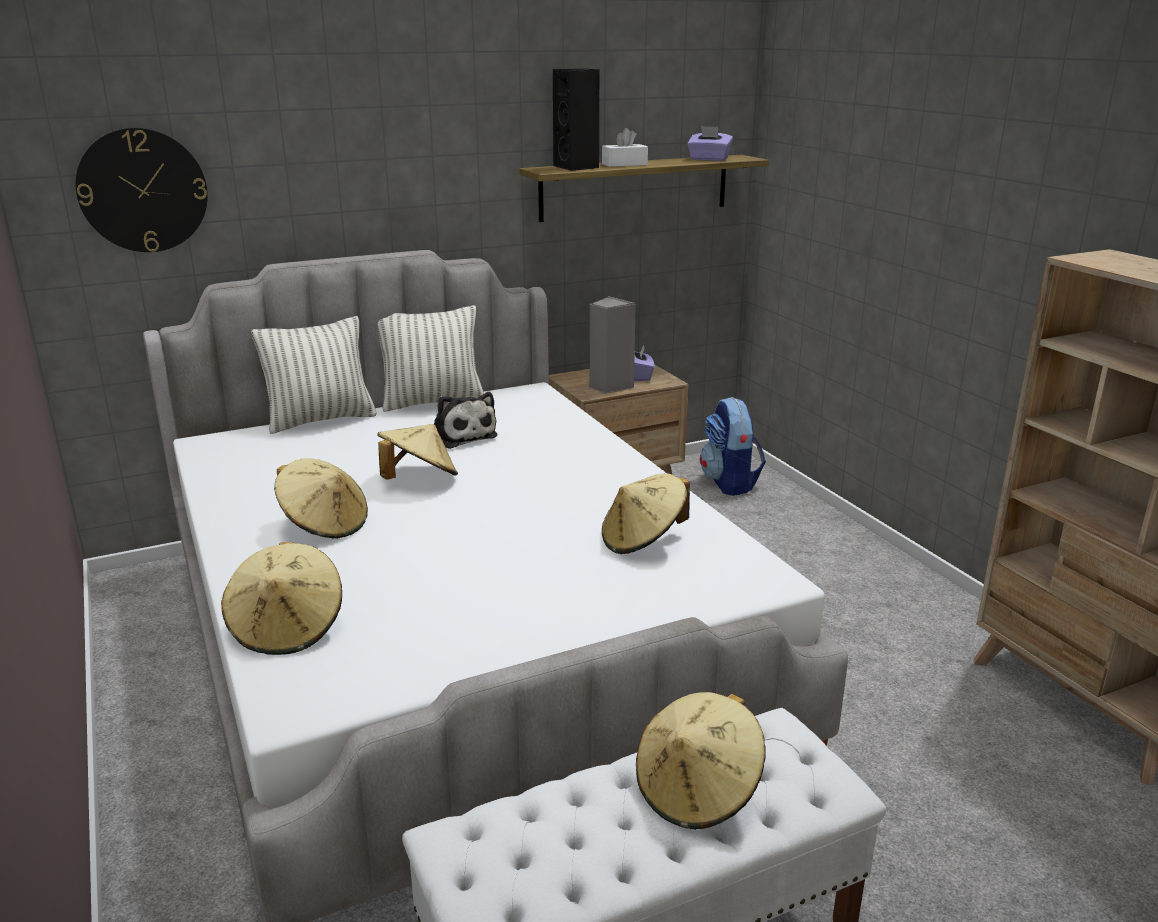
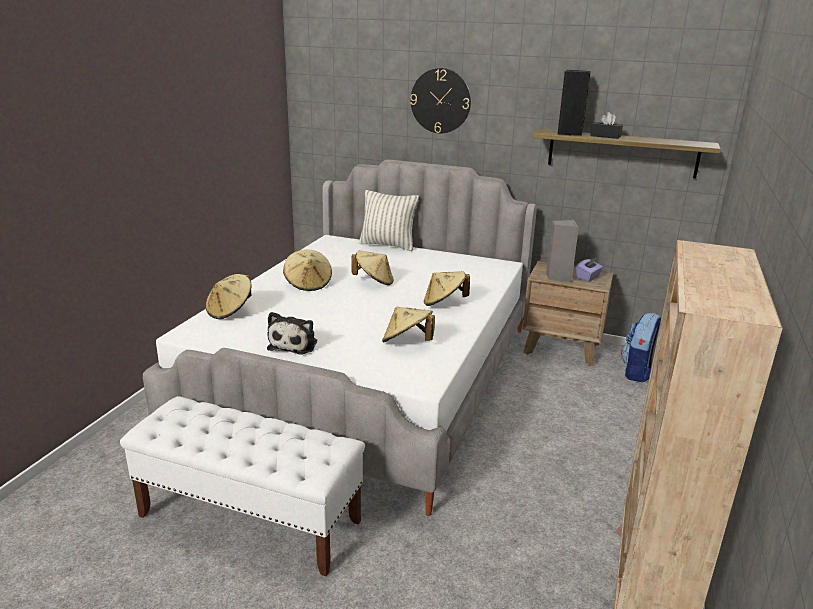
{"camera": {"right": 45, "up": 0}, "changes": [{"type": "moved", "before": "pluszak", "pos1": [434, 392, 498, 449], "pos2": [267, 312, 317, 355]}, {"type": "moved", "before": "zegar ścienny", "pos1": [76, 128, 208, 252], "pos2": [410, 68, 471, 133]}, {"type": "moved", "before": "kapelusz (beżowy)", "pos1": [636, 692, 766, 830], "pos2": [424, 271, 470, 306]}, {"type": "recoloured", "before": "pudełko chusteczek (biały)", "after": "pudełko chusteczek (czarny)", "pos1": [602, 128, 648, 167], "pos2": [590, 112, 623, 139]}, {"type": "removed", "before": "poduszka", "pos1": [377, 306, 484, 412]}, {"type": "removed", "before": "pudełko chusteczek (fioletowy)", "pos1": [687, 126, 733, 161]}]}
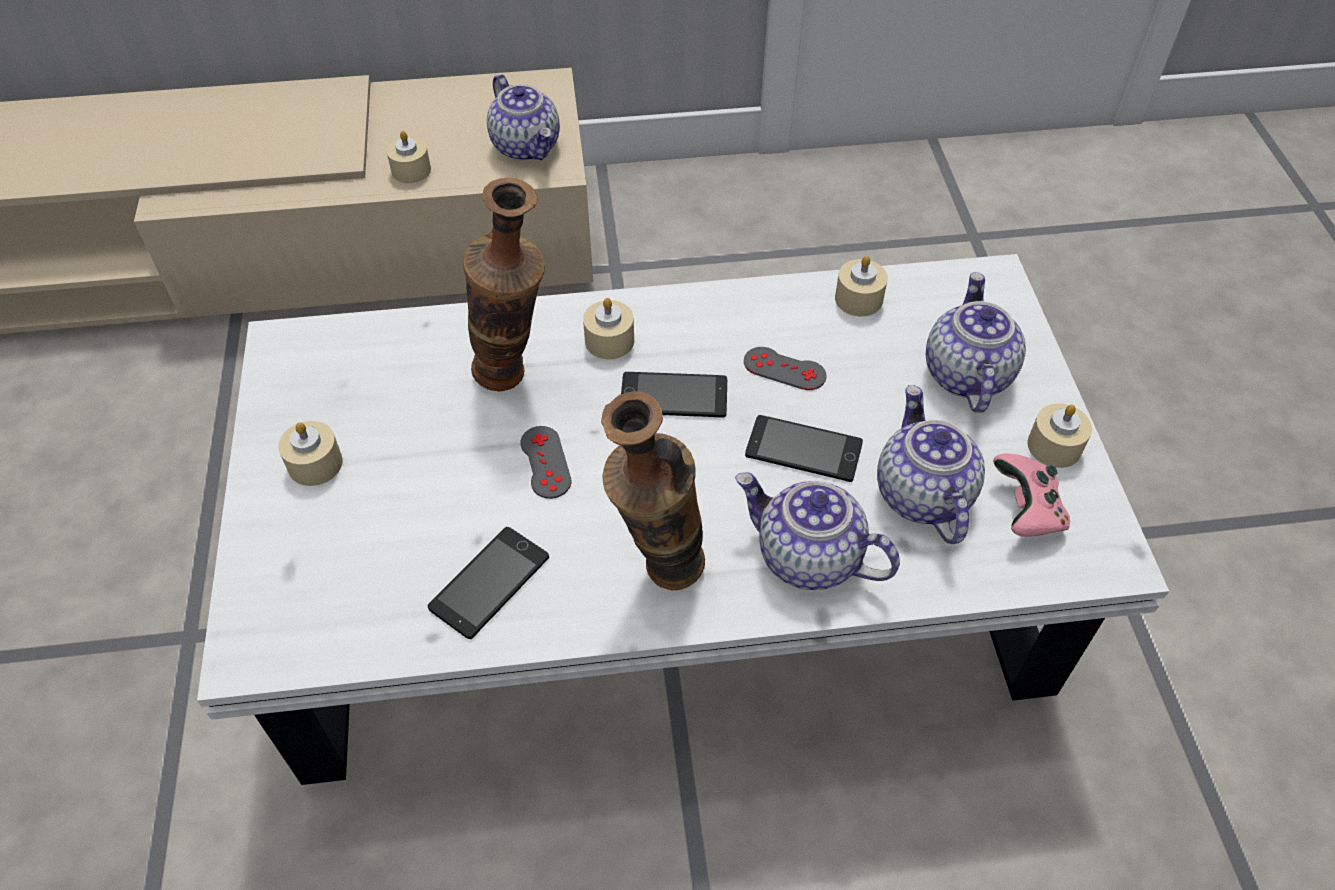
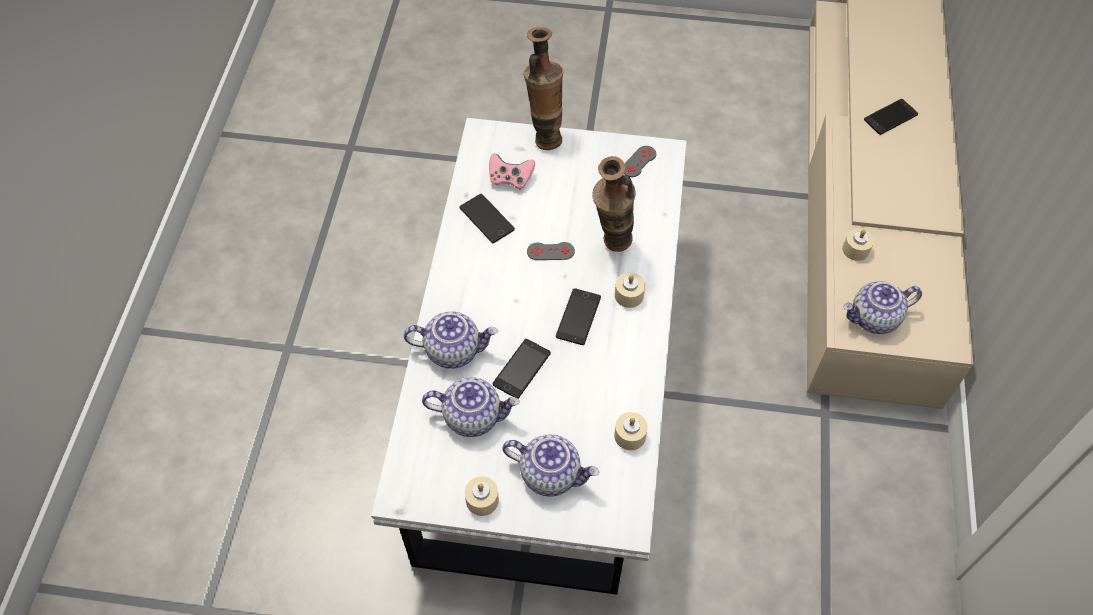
{"camera": {"right": 105, "up": 5}, "changes": [{"type": "turned", "before": "imbryk", "pos1": [735, 472, 900, 590], "pos2": [404, 311, 498, 369], "turn": 45}, {"type": "moved", "before": "pad do gier (różowy)", "pos1": [993, 453, 1070, 537], "pos2": [489, 153, 535, 190]}, {"type": "moved", "before": "wazon", "pos1": [601, 391, 705, 590], "pos2": [524, 27, 563, 150]}, {"type": "moved", "before": "pad do gier (szary)", "pos1": [744, 347, 827, 390], "pos2": [624, 146, 656, 177]}, {"type": "added", "after": "telefon", "pos2": [864, 99, 918, 135]}, {"type": "removed", "before": "świeca (beżowy)", "pos1": [278, 421, 343, 486]}]}
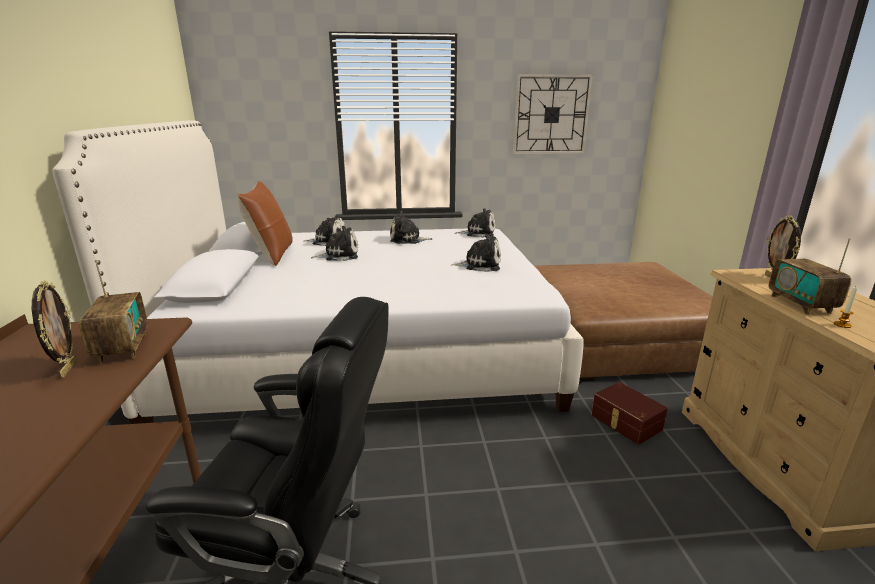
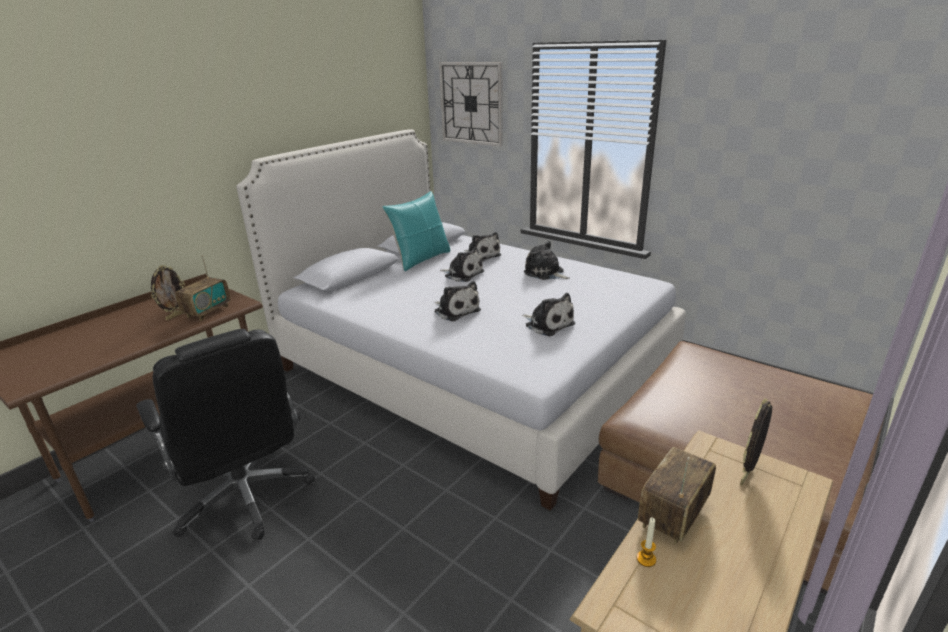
{"camera": {"right": 45, "up": 5}, "changes": [{"type": "recoloured", "before": "poduszka (brązowy)", "after": "poduszka (turkusowy)", "pos1": [237, 181, 293, 266], "pos2": [382, 191, 450, 271]}, {"type": "moved", "before": "pluszak", "pos1": [455, 208, 495, 238], "pos2": [434, 281, 481, 322]}, {"type": "moved", "before": "zegar ścienny", "pos1": [513, 74, 593, 154], "pos2": [439, 62, 503, 146]}, {"type": "removed", "before": "pojemnik do przechowywania (brązowy)", "pos1": [591, 382, 668, 445]}]}
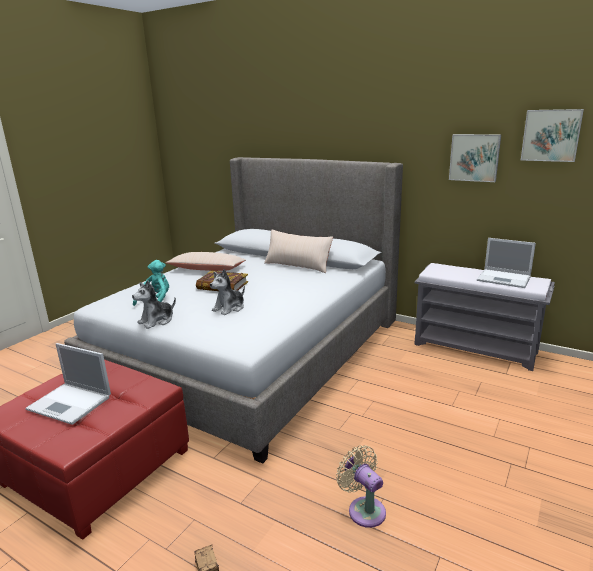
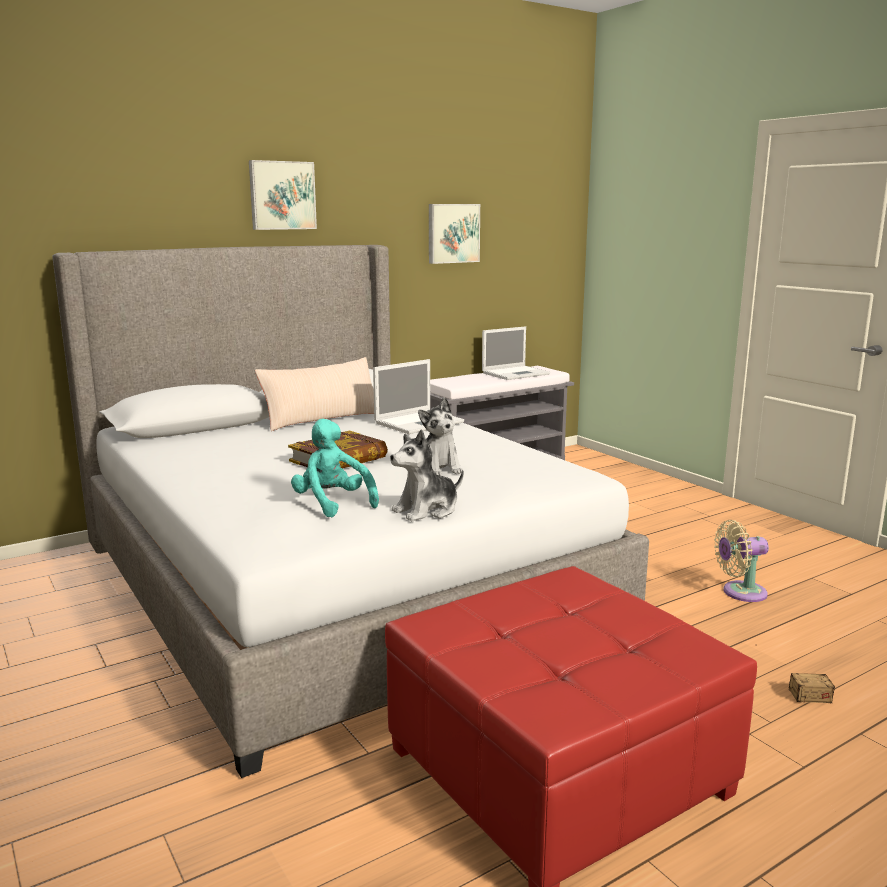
{"camera": {"right": -65, "up": -5}, "changes": [{"type": "moved", "before": "obraz", "pos1": [521, 109, 584, 162], "pos2": [249, 160, 317, 230]}, {"type": "moved", "before": "laptop", "pos1": [25, 343, 111, 425], "pos2": [373, 359, 464, 434]}, {"type": "turned", "before": "pluszak", "pos1": [132, 280, 176, 329], "pos2": [390, 430, 464, 522], "turn": 75}, {"type": "removed", "before": "poduszka (beżowy)", "pos1": [165, 252, 246, 271]}]}
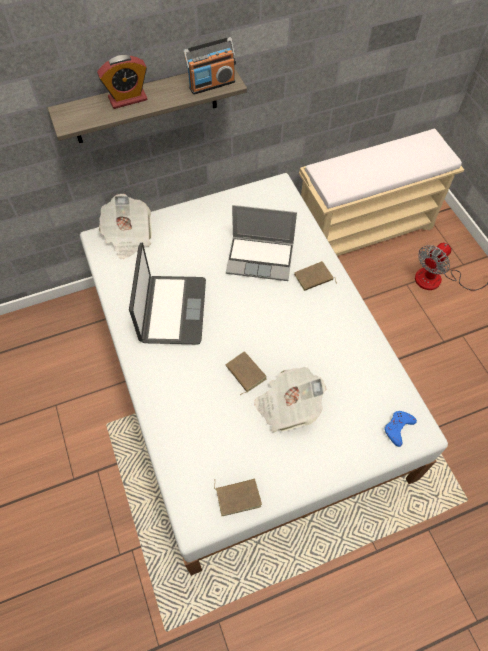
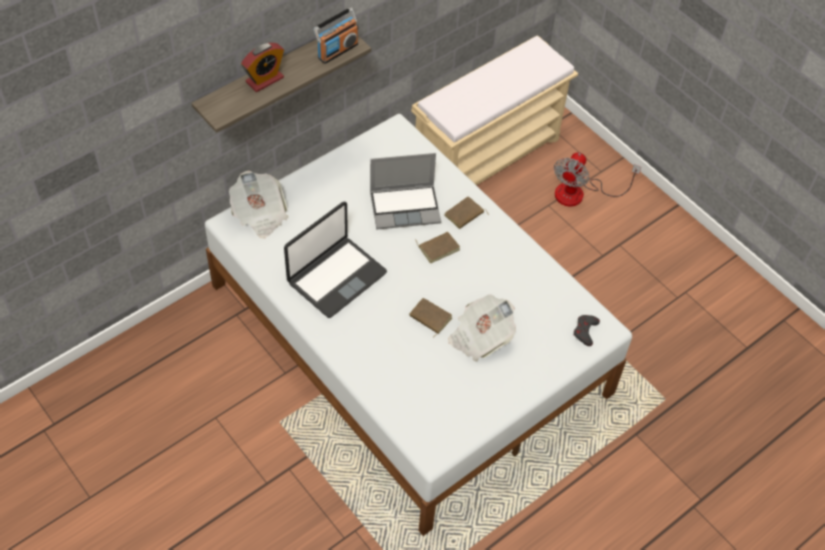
{"camera": {"right": -20, "up": -5}, "changes": [{"type": "turned", "before": "laptop", "pos1": [129, 242, 206, 344], "pos2": [284, 201, 387, 318], "turn": 60}, {"type": "moved", "before": "książka (brązowy)", "pos1": [214, 478, 262, 516], "pos2": [415, 232, 460, 263]}, {"type": "recoloured", "before": "pad do gier (niebieski)", "after": "pad do gier (szary)", "pos1": [384, 411, 417, 447], "pos2": [573, 315, 600, 346]}]}
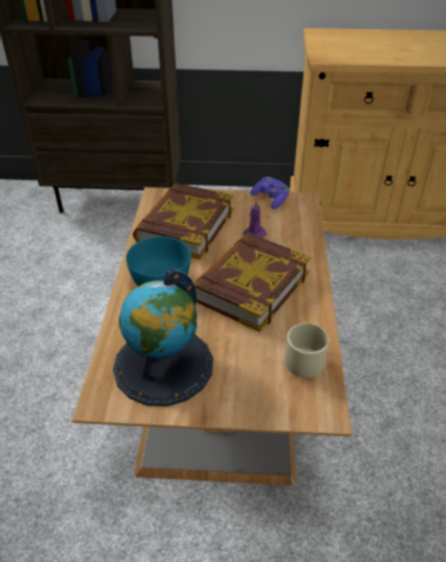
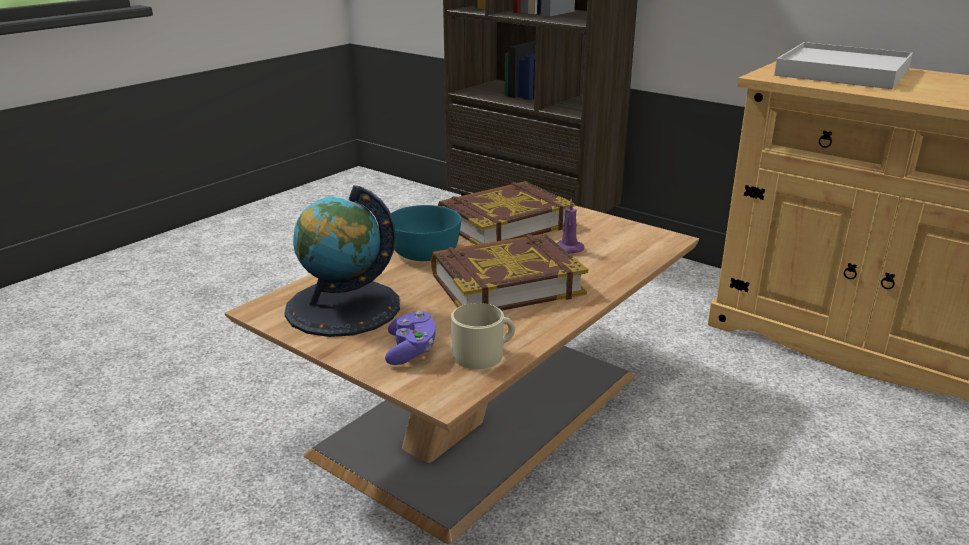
{"camera": {"right": 35, "up": -15}, "changes": [{"type": "moved", "before": "pad do gier (fioletowy)", "pos1": [251, 177, 290, 209], "pos2": [385, 311, 436, 365]}, {"type": "added", "after": "taca (biały)", "pos2": [774, 42, 913, 89]}]}
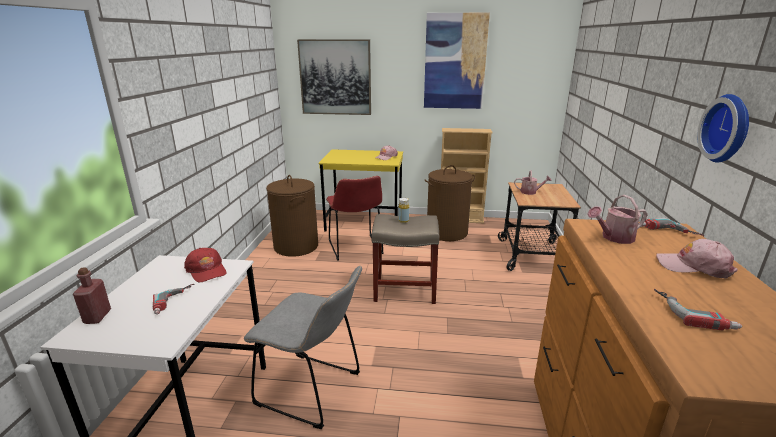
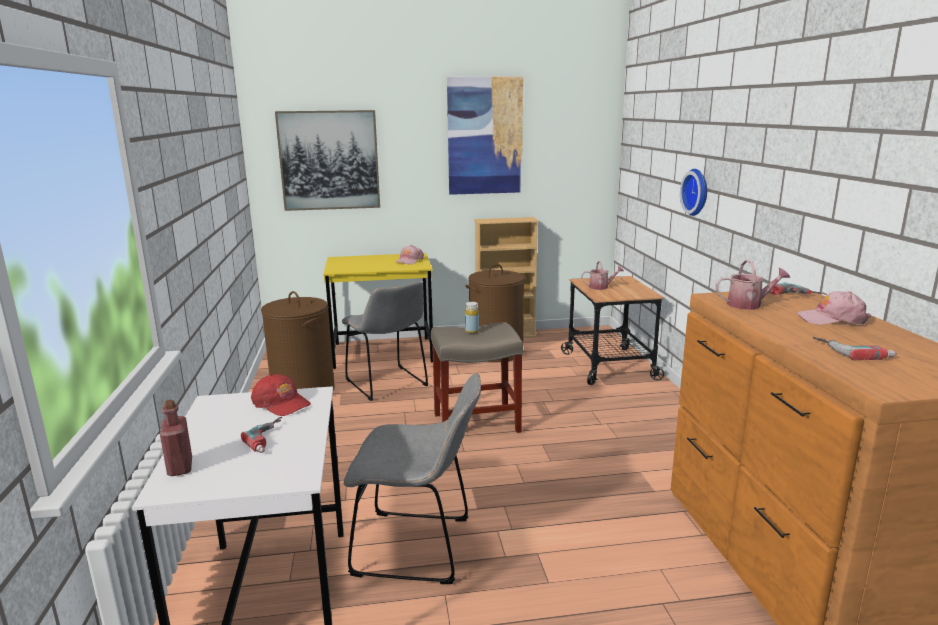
{"camera": {"right": -15, "up": -5}, "changes": [{"type": "recoloured", "before": "krzesło (czerwony)", "after": "krzesło (szary)", "pos1": [326, 176, 384, 261], "pos2": [342, 281, 428, 401]}, {"type": "moved", "before": "zegar ścienny", "pos1": [697, 94, 749, 162], "pos2": [680, 169, 707, 216]}, {"type": "turned", "before": "konewka", "pos1": [587, 195, 648, 244], "pos2": [715, 260, 791, 310], "turn": -150}]}
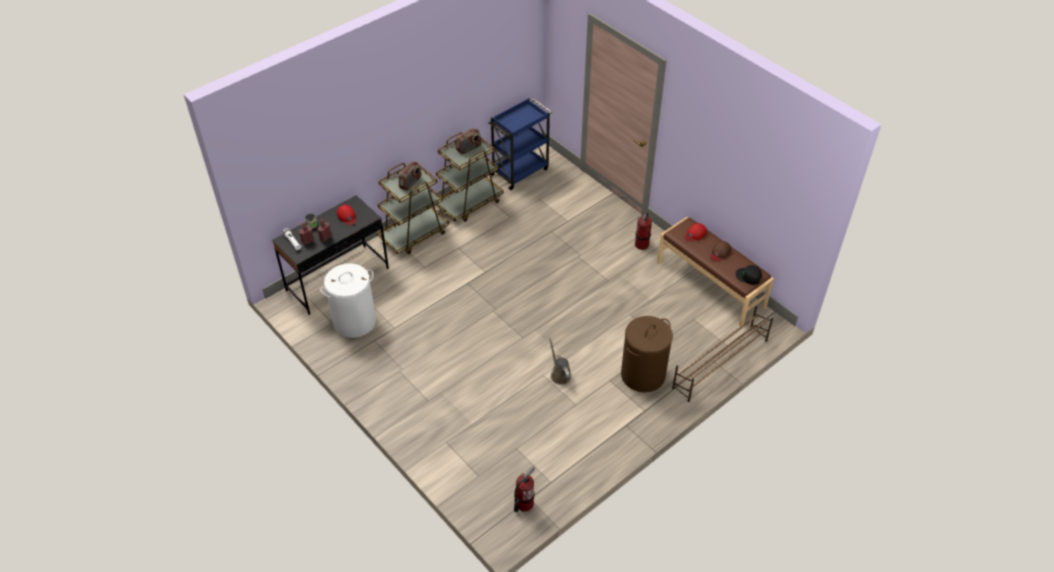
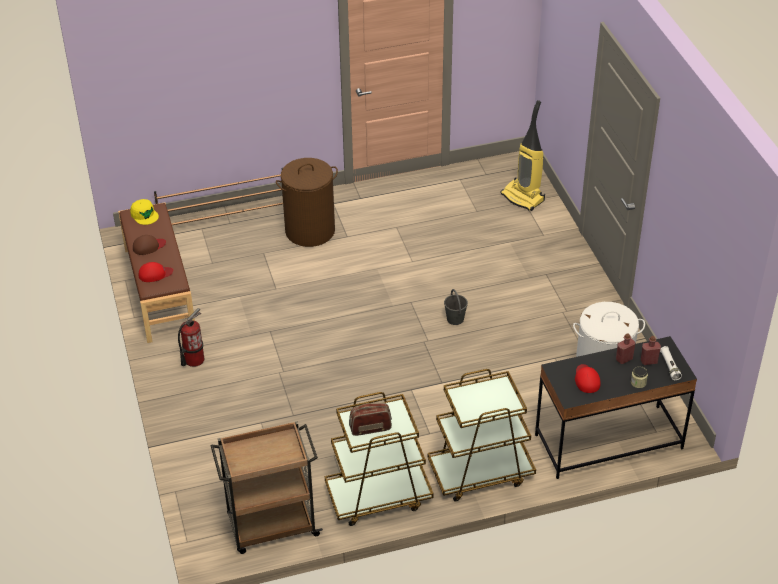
{"camera": {"right": -155, "up": -5}, "changes": [{"type": "recoloured", "before": "czapka z daszkiem (czarny)", "after": "czapka z daszkiem (żółty)", "pos1": [735, 265, 762, 285], "pos2": [130, 199, 159, 225]}, {"type": "recoloured", "before": "wózek (niebieski)", "after": "wózek (brązowy)", "pos1": [489, 98, 552, 190], "pos2": [211, 421, 323, 554]}, {"type": "added", "after": "wiadro (szary)", "pos2": [444, 289, 468, 325]}, {"type": "added", "after": "odkurzacz", "pos2": [500, 100, 545, 211]}, {"type": "removed", "before": "radio", "pos1": [399, 161, 421, 191]}, {"type": "removed", "before": "gaśnica", "pos1": [514, 466, 535, 512]}, {"type": "removed", "before": "konewka (brązowy)", "pos1": [549, 338, 571, 385]}]}
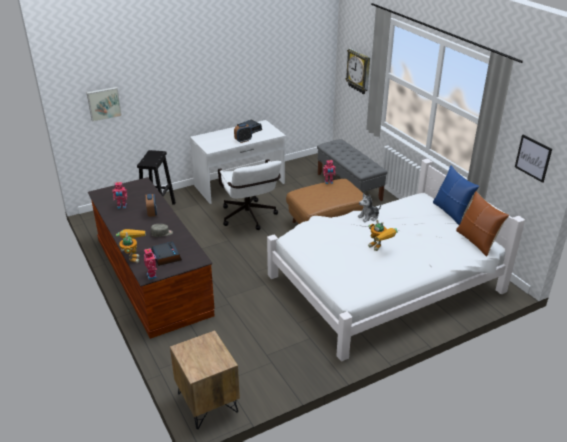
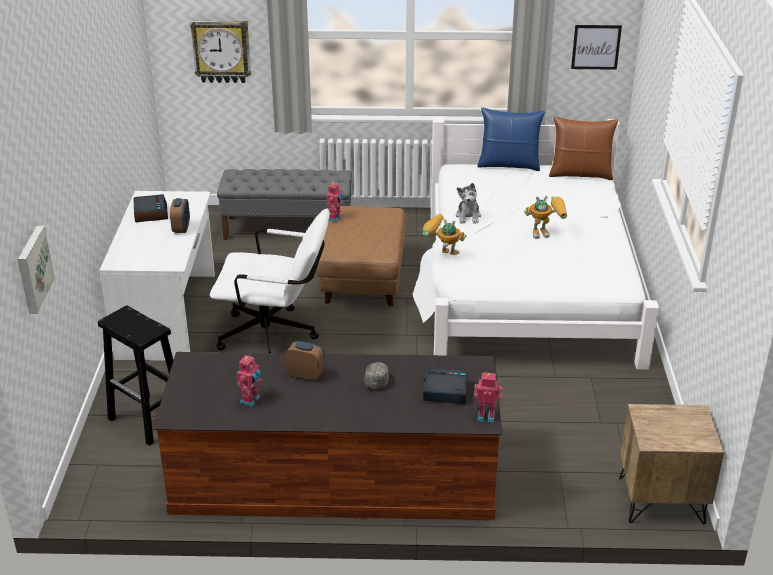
{"camera": {"right": -60, "up": 0}, "changes": [{"type": "moved", "before": "robot zabawkowy", "pos1": [116, 229, 146, 263], "pos2": [423, 214, 467, 255]}]}
